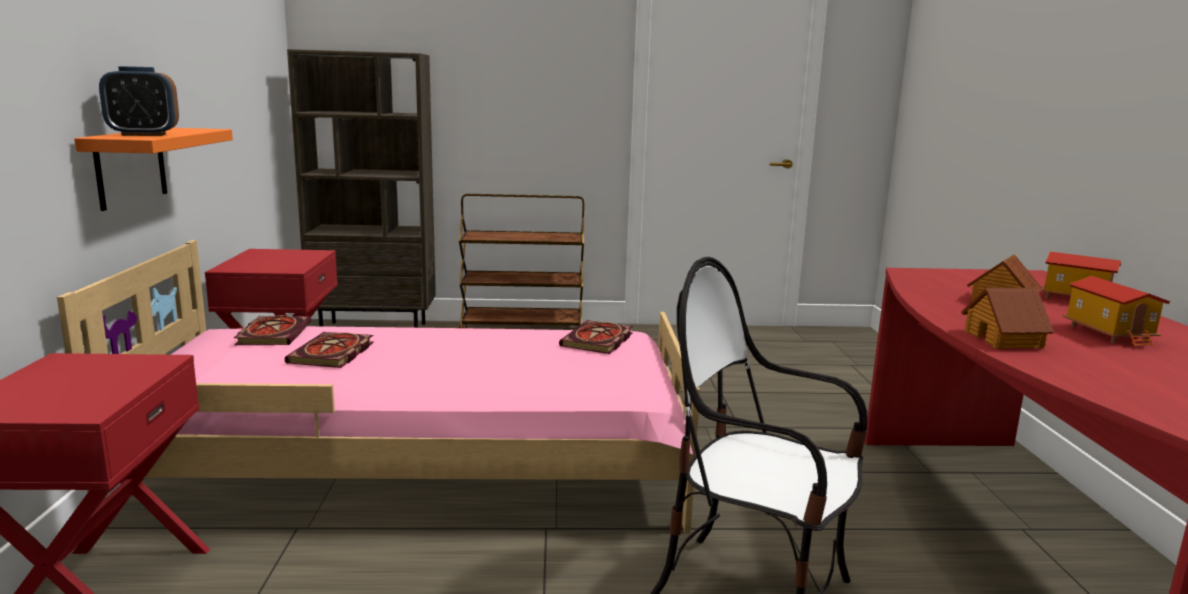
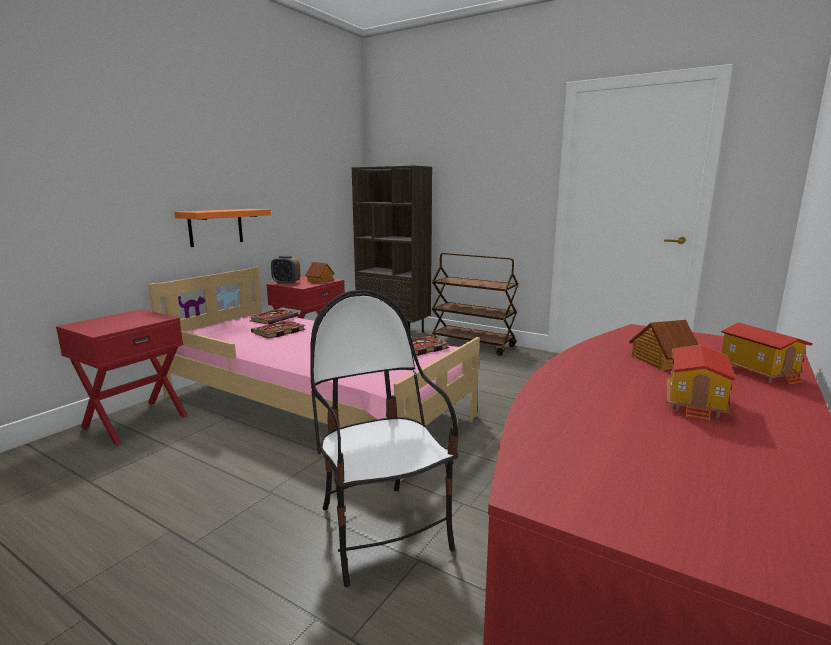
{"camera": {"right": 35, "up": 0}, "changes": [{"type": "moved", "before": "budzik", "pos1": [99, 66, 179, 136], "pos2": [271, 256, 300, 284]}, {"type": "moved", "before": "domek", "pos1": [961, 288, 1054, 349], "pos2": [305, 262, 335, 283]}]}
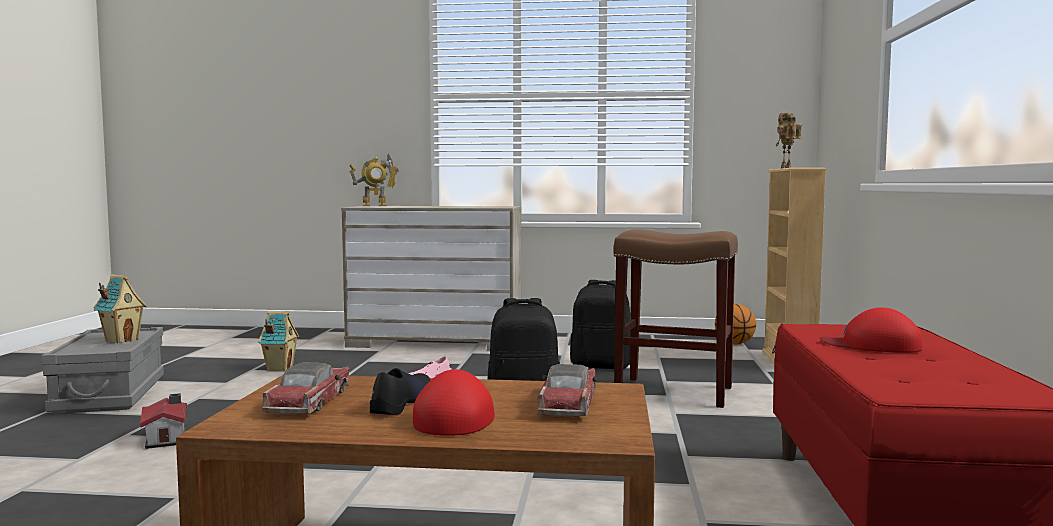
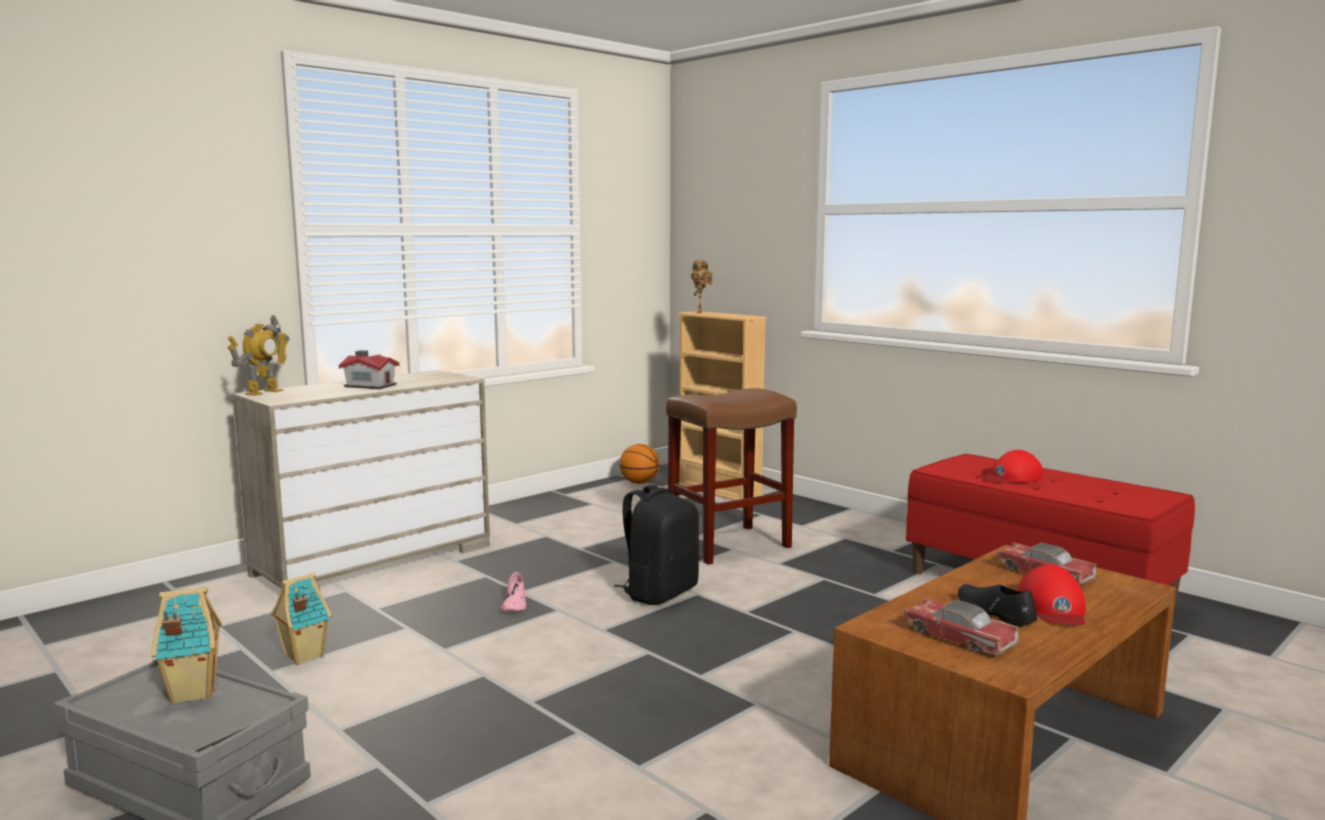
{"camera": {"right": -50, "up": 5}, "changes": [{"type": "moved", "before": "domek", "pos1": [140, 393, 187, 449], "pos2": [339, 350, 400, 389]}, {"type": "turned", "before": "czapka z daszkiem (czerwony)", "pos1": [413, 369, 495, 436], "pos2": [1018, 564, 1086, 625], "turn": -135}, {"type": "removed", "before": "plecak (czarny)", "pos1": [570, 280, 630, 369]}]}
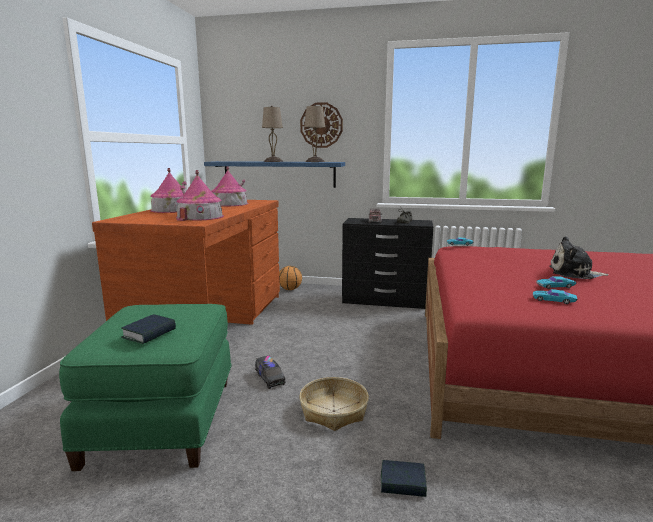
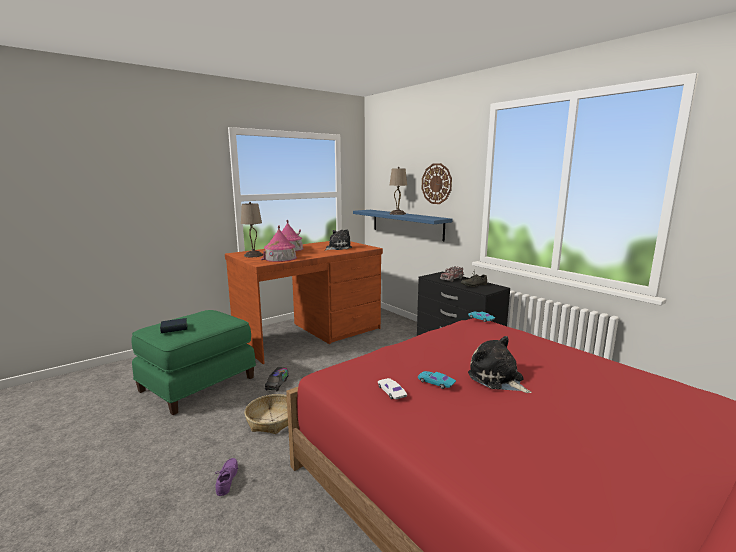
{"camera": {"right": 40, "up": 0}, "changes": [{"type": "replaced", "before": "książka", "after": "but (fioletowy)", "pos1": [381, 460, 427, 497], "pos2": [215, 458, 239, 496]}, {"type": "moved", "before": "lampa stołowa (beżowy)", "pos1": [304, 105, 325, 162], "pos2": [241, 202, 263, 257]}, {"type": "replaced", "before": "domek", "after": "pluszak", "pos1": [211, 166, 248, 206], "pos2": [325, 229, 352, 251]}, {"type": "recoloured", "before": "samochodzik (turkusowy)", "after": "samochodzik (biały)", "pos1": [533, 289, 577, 304], "pos2": [378, 378, 407, 399]}, {"type": "removed", "before": "piłka do koszykówki", "pos1": [279, 266, 302, 290]}]}
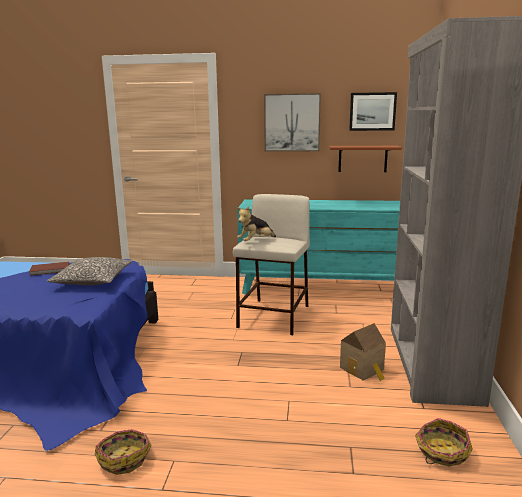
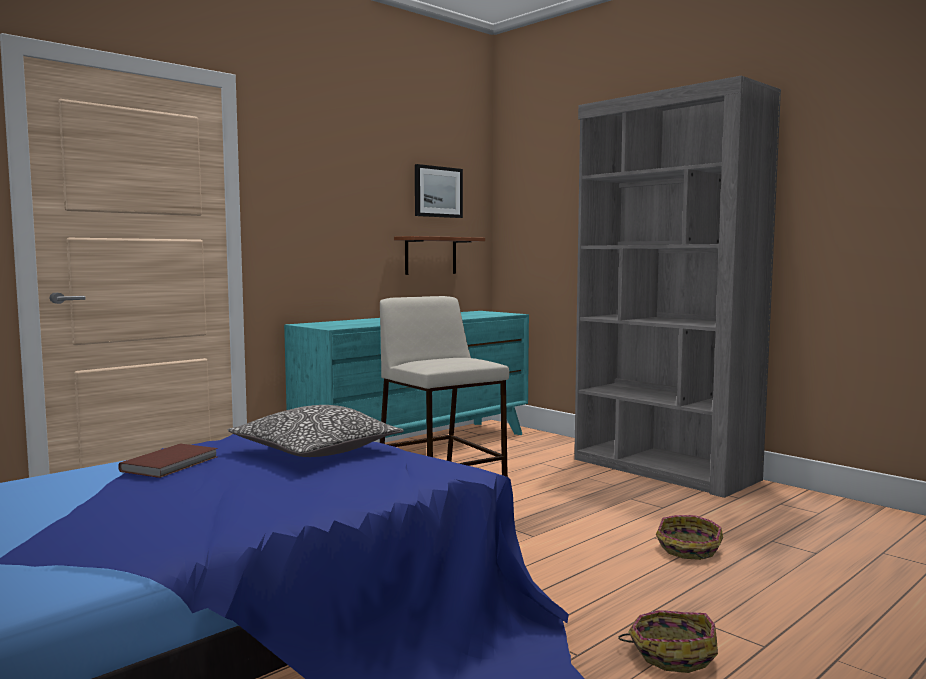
{"camera": {"right": -50, "up": -10}, "changes": [{"type": "moved", "before": "koszyk", "pos1": [415, 418, 473, 466], "pos2": [656, 515, 723, 560]}, {"type": "removed", "before": "pluszak", "pos1": [237, 207, 276, 241]}, {"type": "removed", "before": "obraz", "pos1": [264, 93, 321, 151]}, {"type": "removed", "before": "domek", "pos1": [340, 323, 386, 381]}]}
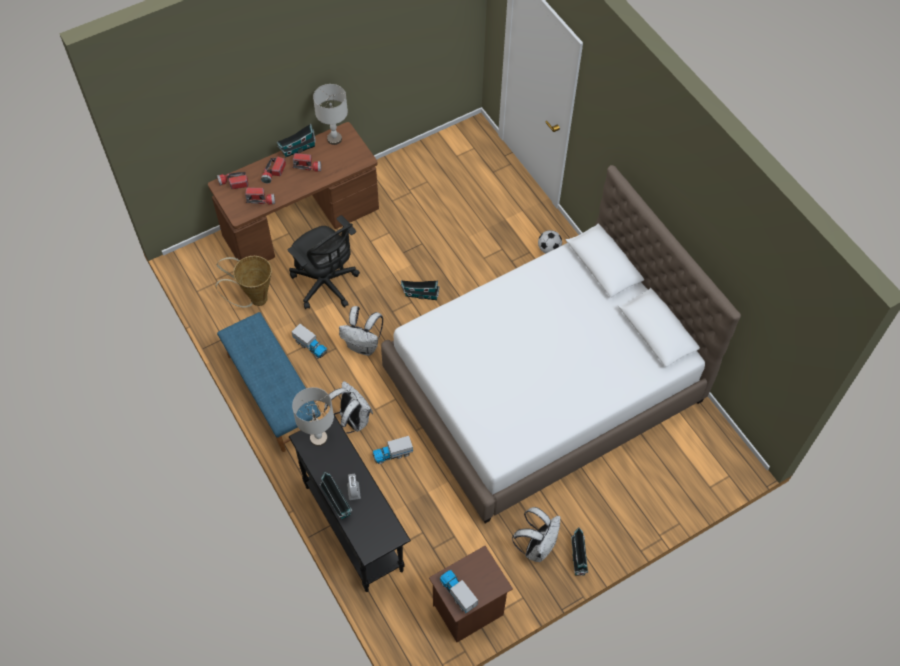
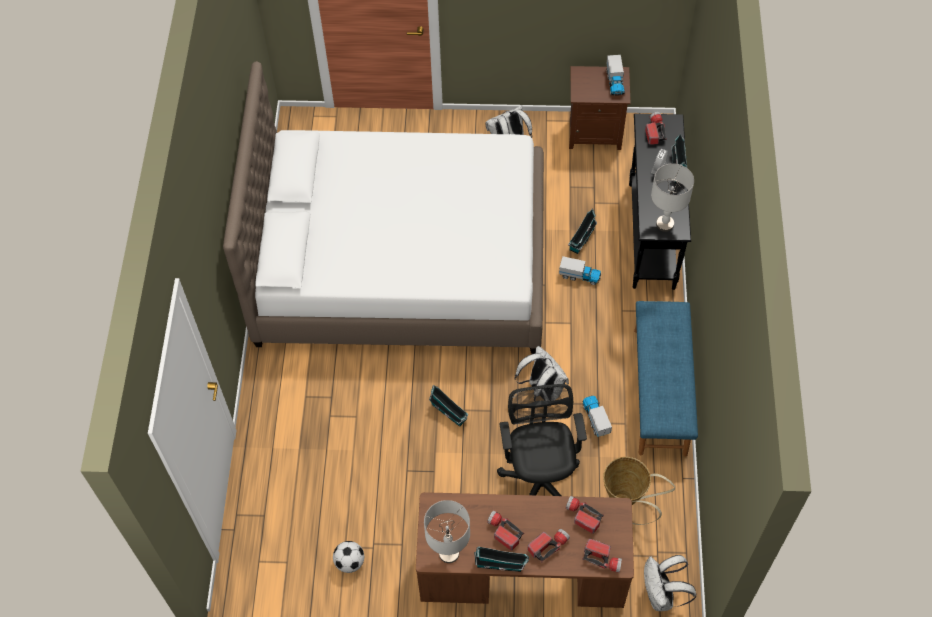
{"camera": {"right": -145, "up": 0}, "changes": [{"type": "moved", "before": "piłka futbolowa", "pos1": [538, 230, 562, 254], "pos2": [333, 541, 364, 573]}, {"type": "moved", "before": "domek", "pos1": [571, 527, 588, 576], "pos2": [568, 208, 597, 254]}, {"type": "moved", "before": "plecak (biały)", "pos1": [324, 381, 373, 433], "pos2": [644, 555, 696, 611]}, {"type": "added", "after": "latarka", "pos2": [645, 112, 667, 144]}]}
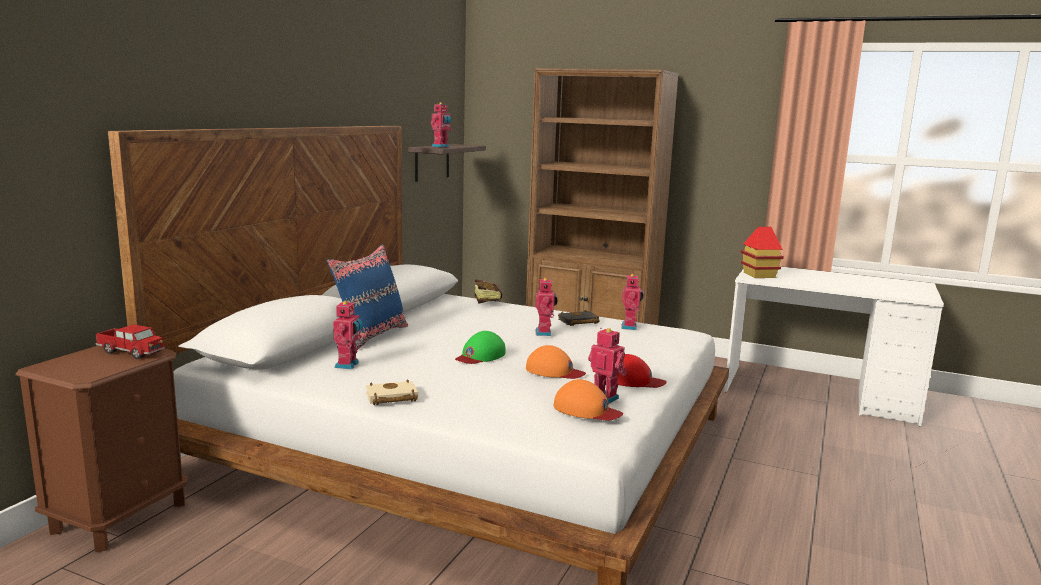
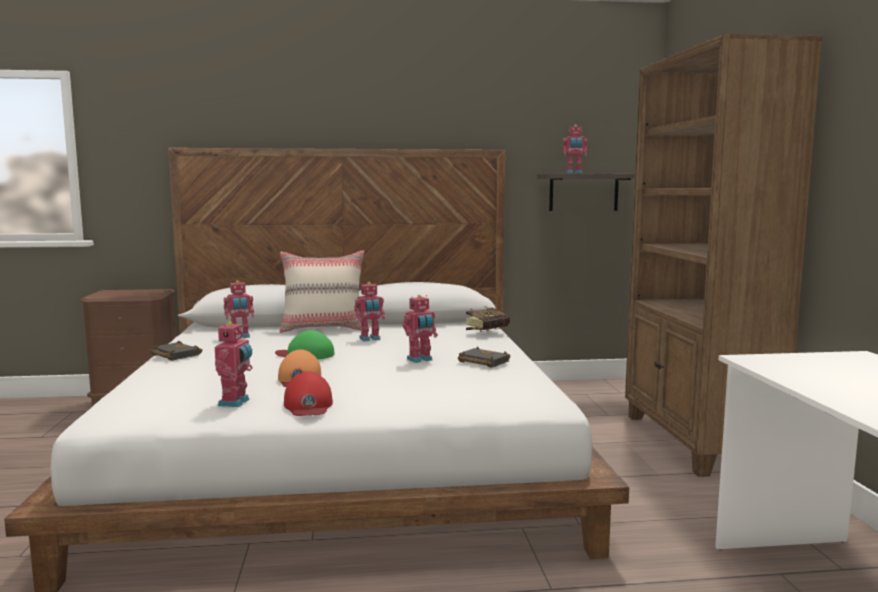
{"camera": {"right": 60, "up": -5}, "changes": [{"type": "recoloured", "before": "książka (beżowy)", "after": "książka (czarny)", "pos1": [366, 379, 418, 405], "pos2": [149, 341, 202, 361]}, {"type": "recoloured", "before": "poduszka (niebieski)", "after": "poduszka (beżowy)", "pos1": [327, 245, 408, 350], "pos2": [280, 250, 364, 333]}, {"type": "moved", "before": "robot zabawkowy", "pos1": [621, 273, 644, 330], "pos2": [354, 282, 385, 341]}, {"type": "removed", "before": "ciężarówka zabawkowa", "pos1": [95, 325, 165, 359]}, {"type": "removed", "before": "czapka z daszkiem (pomarańczowy)", "pos1": [554, 379, 623, 420]}, {"type": "removed", "before": "domek", "pos1": [740, 227, 784, 278]}]}
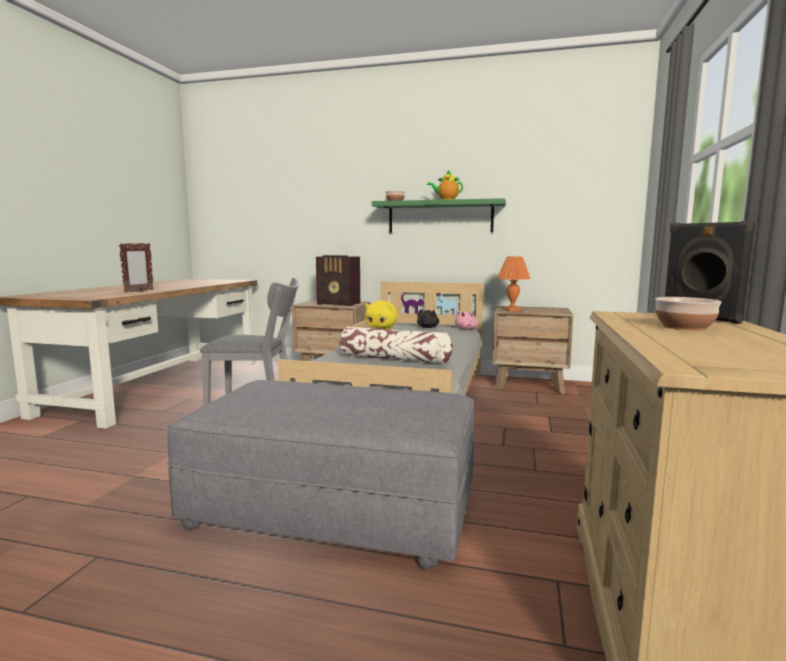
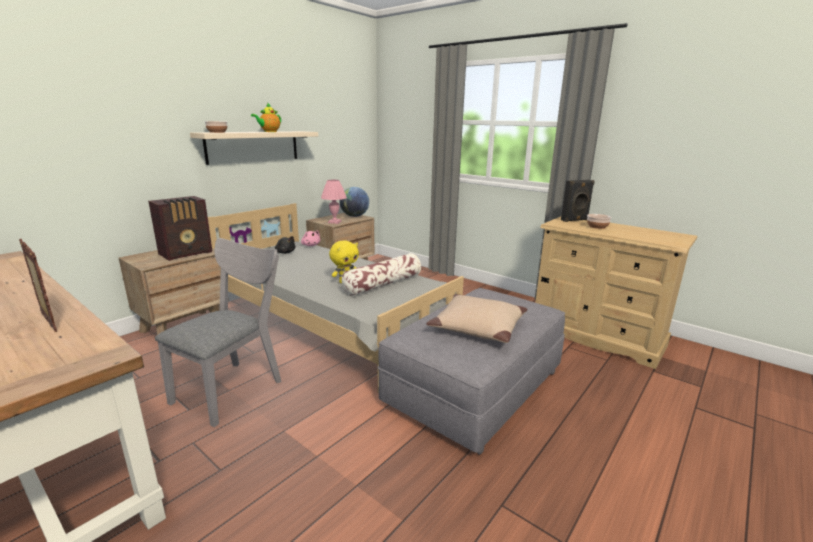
{"camera": {"right": -65, "up": 10}, "changes": [{"type": "recoloured", "before": "półka (zielony)", "after": "półka (beżowy)", "pos1": [372, 198, 506, 233], "pos2": [190, 131, 318, 165]}, {"type": "recoloured", "before": "lampa stołowa (pomarańczowy)", "after": "lampa stołowa (różowy)", "pos1": [497, 257, 531, 311], "pos2": [321, 180, 347, 224]}, {"type": "added", "after": "globus", "pos2": [340, 187, 369, 217]}, {"type": "added", "after": "poduszka (beżowy)", "pos2": [426, 294, 527, 343]}]}
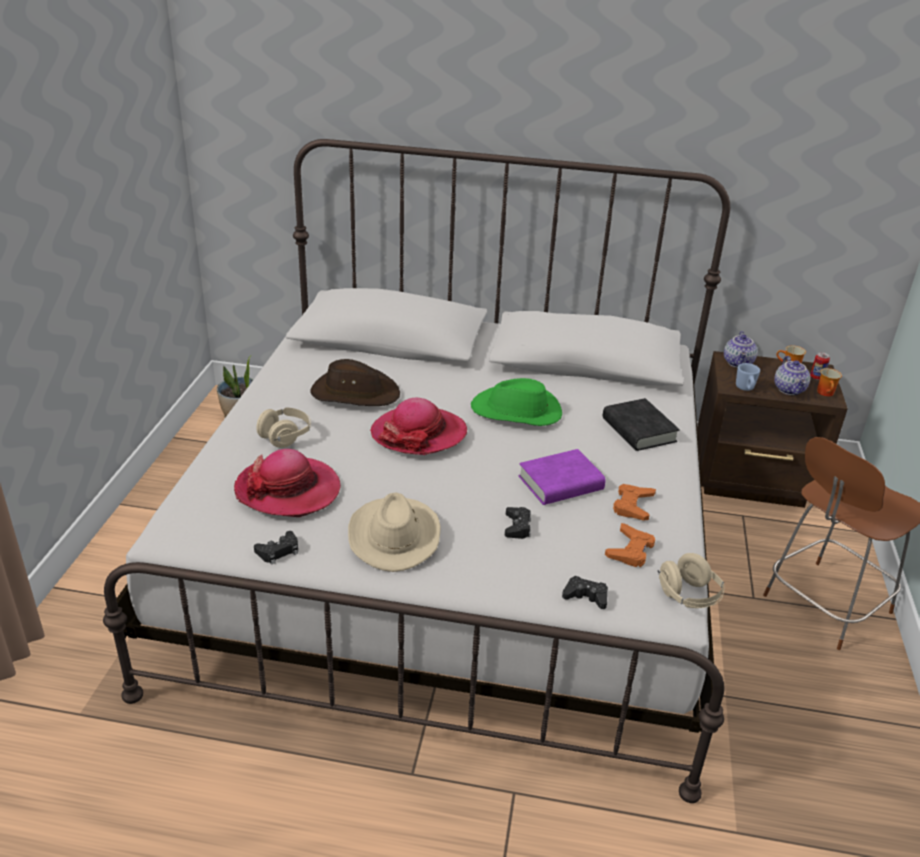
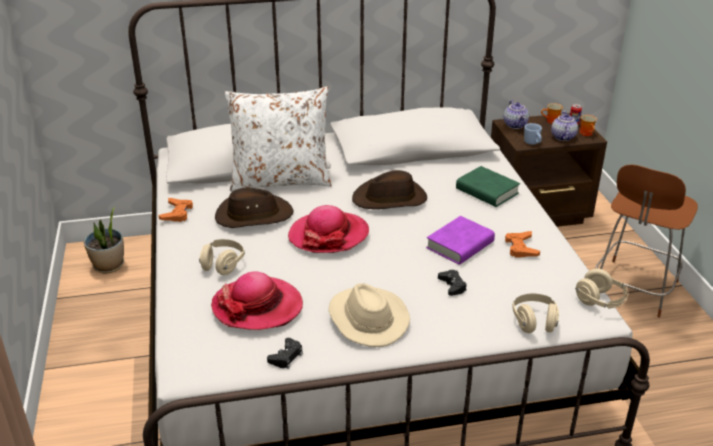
{"camera": {"right": -20, "up": 0}, "changes": [{"type": "moved", "before": "pad do gier (pomarańczowy)", "pos1": [605, 523, 655, 567], "pos2": [158, 198, 193, 222]}, {"type": "added", "after": "poduszka (biały)", "pos2": [224, 86, 332, 192]}, {"type": "recoloured", "before": "kapelusz (zielony)", "after": "kapelusz (brązowy)", "pos1": [471, 378, 562, 426], "pos2": [352, 170, 427, 209]}, {"type": "recoloured", "before": "książka (czarny)", "after": "książka (zielony)", "pos1": [603, 398, 680, 451], "pos2": [456, 166, 520, 207]}, {"type": "replaced", "before": "pad do gier (czarny)", "after": "słuchawki (beżowy)", "pos1": [562, 576, 608, 609], "pos2": [512, 293, 559, 333]}, {"type": "turned", "before": "imbryk", "pos1": [774, 356, 810, 395], "pos2": [551, 111, 578, 141], "turn": -150}]}
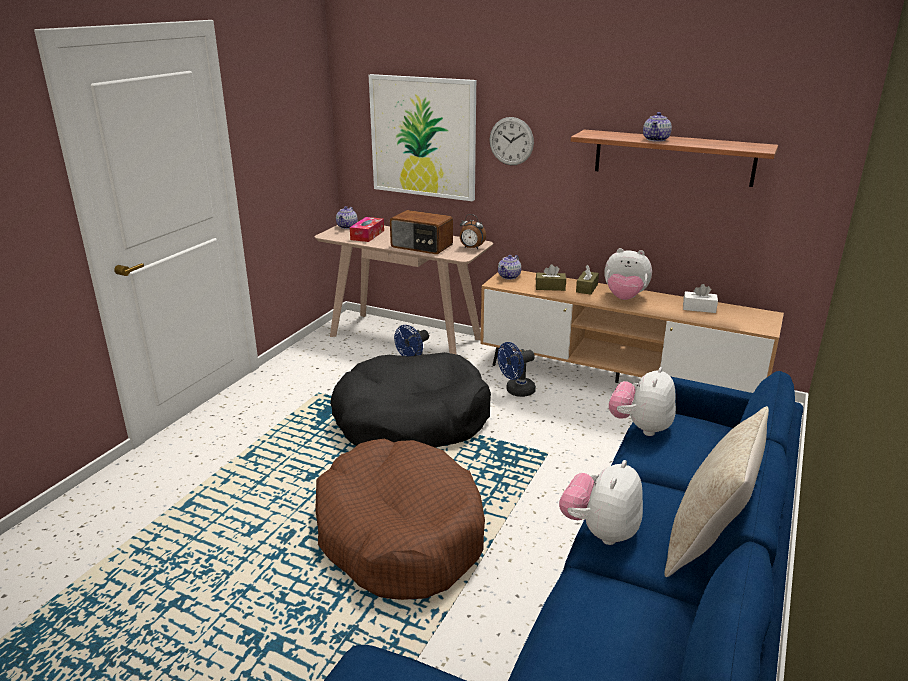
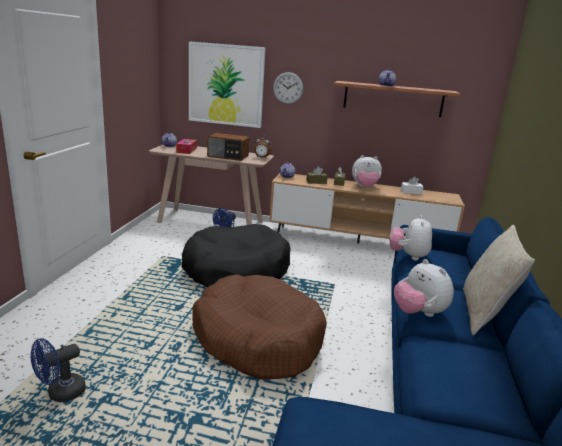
{"camera": {"right": -15, "up": -5}, "changes": [{"type": "moved", "before": "wentylator (niebieski)", "pos1": [497, 342, 536, 397], "pos2": [30, 338, 86, 402]}, {"type": "turned", "before": "pluszak", "pos1": [559, 460, 643, 545], "pos2": [394, 259, 454, 317], "turn": -45}]}
